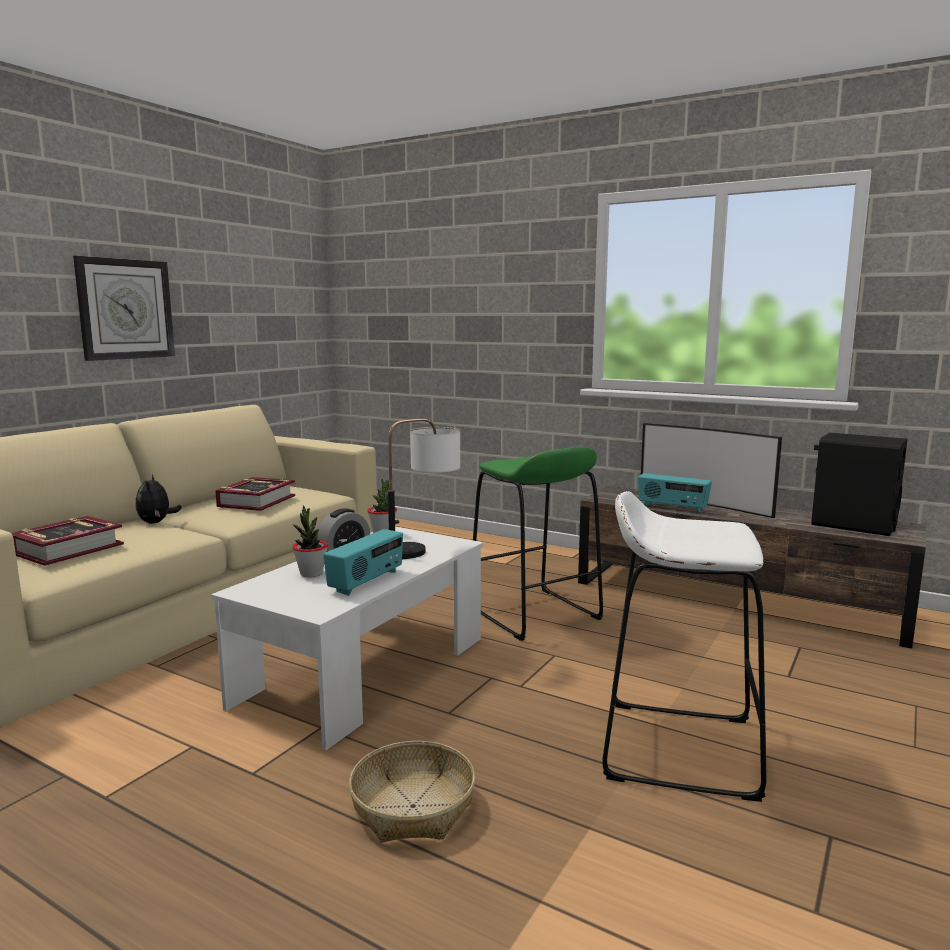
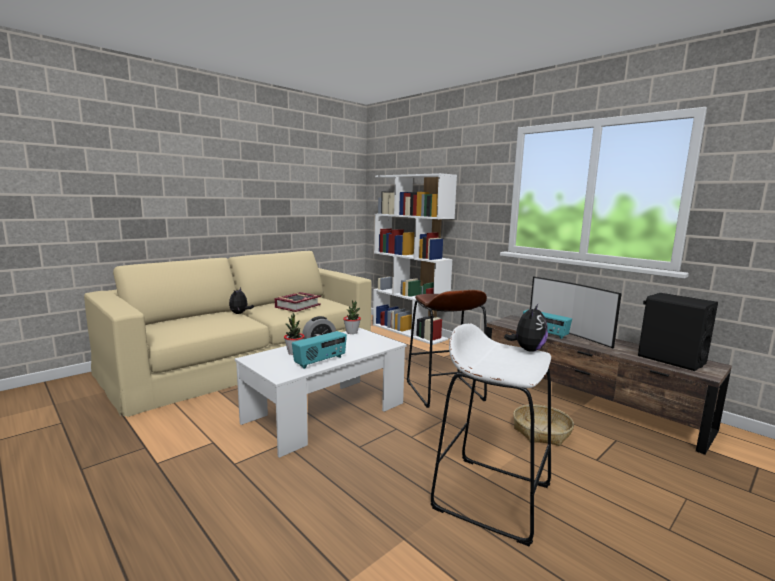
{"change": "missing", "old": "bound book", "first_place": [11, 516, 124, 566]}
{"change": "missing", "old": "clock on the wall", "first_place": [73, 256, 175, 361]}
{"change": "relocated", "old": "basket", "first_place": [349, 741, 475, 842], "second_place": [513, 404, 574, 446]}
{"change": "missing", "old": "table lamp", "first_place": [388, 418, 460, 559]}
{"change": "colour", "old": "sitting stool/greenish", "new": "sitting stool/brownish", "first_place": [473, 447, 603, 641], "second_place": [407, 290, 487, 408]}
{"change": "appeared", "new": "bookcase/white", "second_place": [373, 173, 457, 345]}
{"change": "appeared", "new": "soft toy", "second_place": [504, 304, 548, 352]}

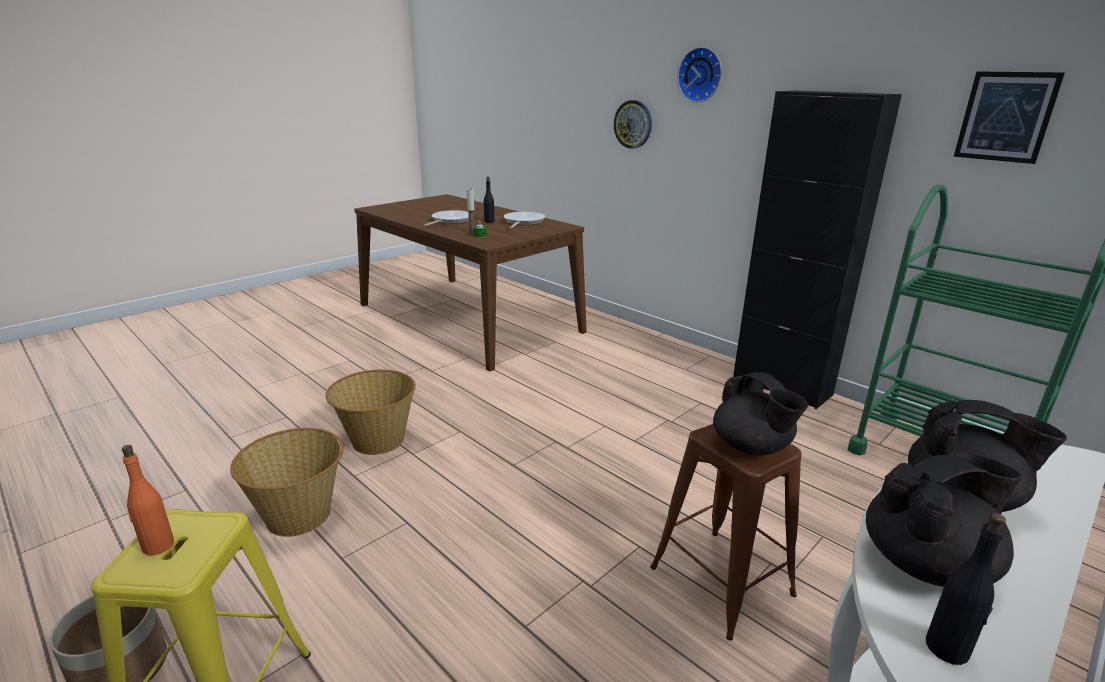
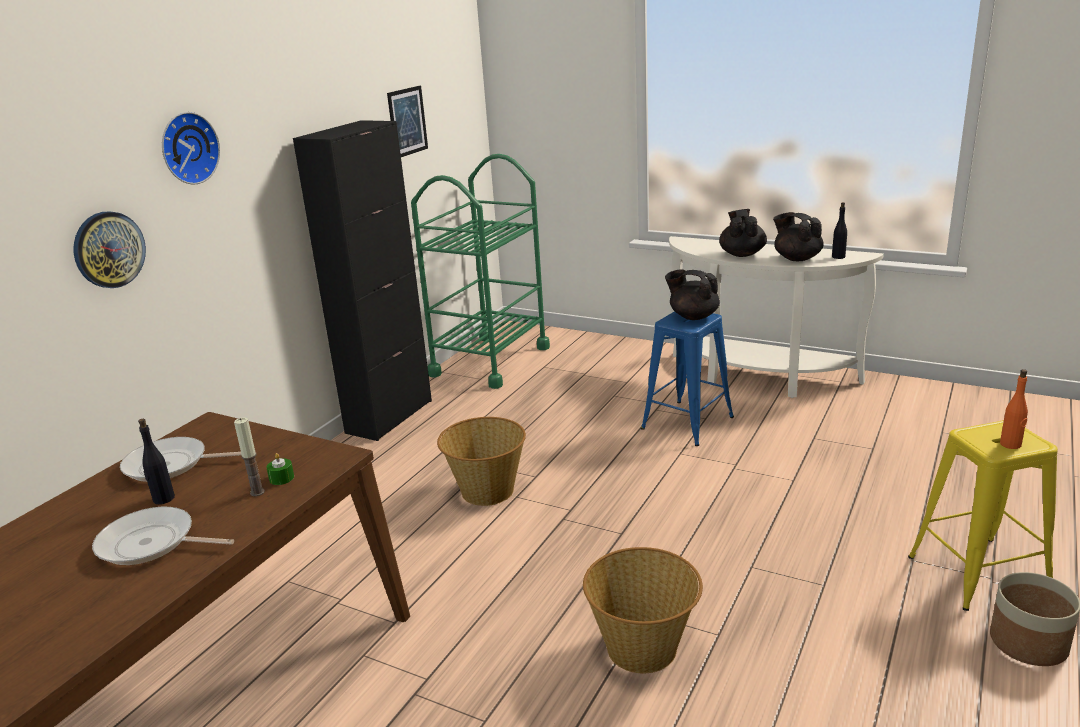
{"change": "relocated", "old": "basket", "first_place": [230, 428, 344, 537], "second_place": [437, 417, 526, 506]}
{"change": "colour", "old": "sitting stool/brownish", "new": "sitting stool/blue-coloured", "first_place": [650, 424, 802, 641], "second_place": [641, 311, 734, 446]}
{"change": "spun", "old": "pot for tea/black-coloured", "first_place": [713, 372, 808, 455], "second_place": [665, 269, 720, 320], "degrees": -105}

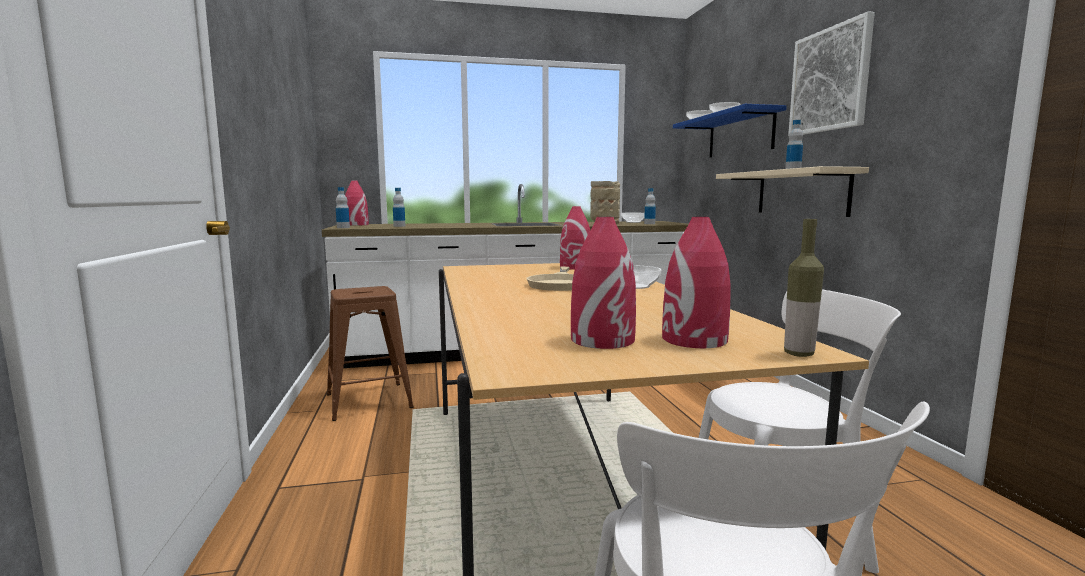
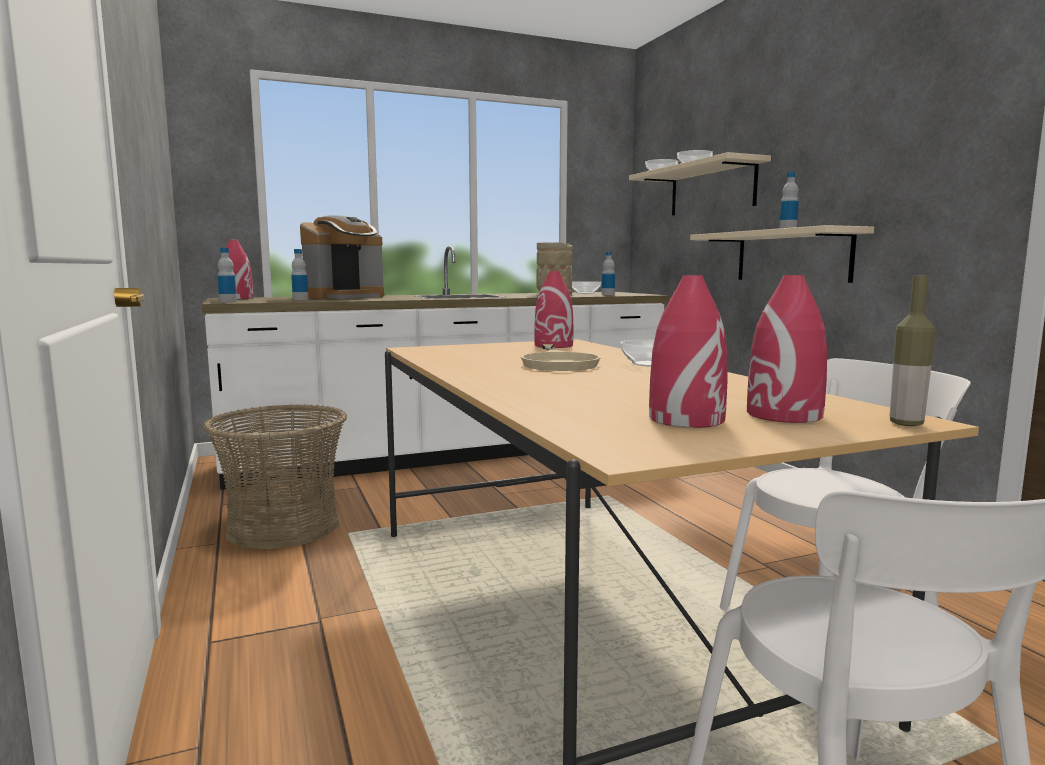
{"change": "exchanged", "old": "sitting stool/brownish", "new": "basket", "first_place": [327, 286, 414, 421], "second_place": [203, 404, 347, 549]}
{"change": "colour", "old": "wall shelf/blue-coloured", "new": "wall shelf/beige", "first_place": [673, 104, 787, 158], "second_place": [629, 152, 771, 216]}
{"change": "missing", "old": "picture", "first_place": [788, 11, 875, 136]}
{"change": "appeared", "new": "coffee brewer", "second_place": [300, 215, 384, 299]}

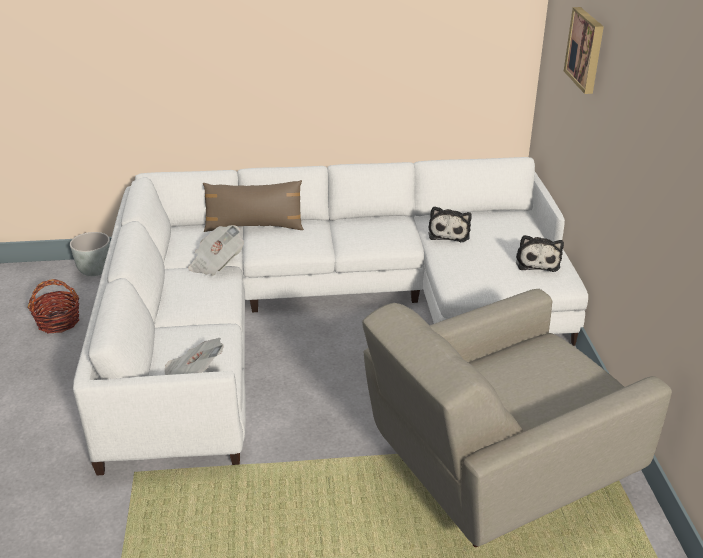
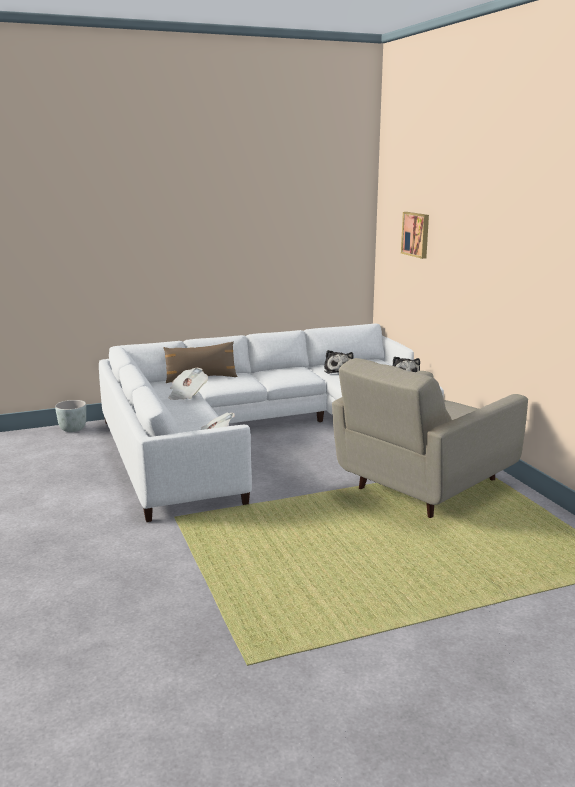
{"change": "missing", "old": "basket", "first_place": [28, 279, 80, 333]}

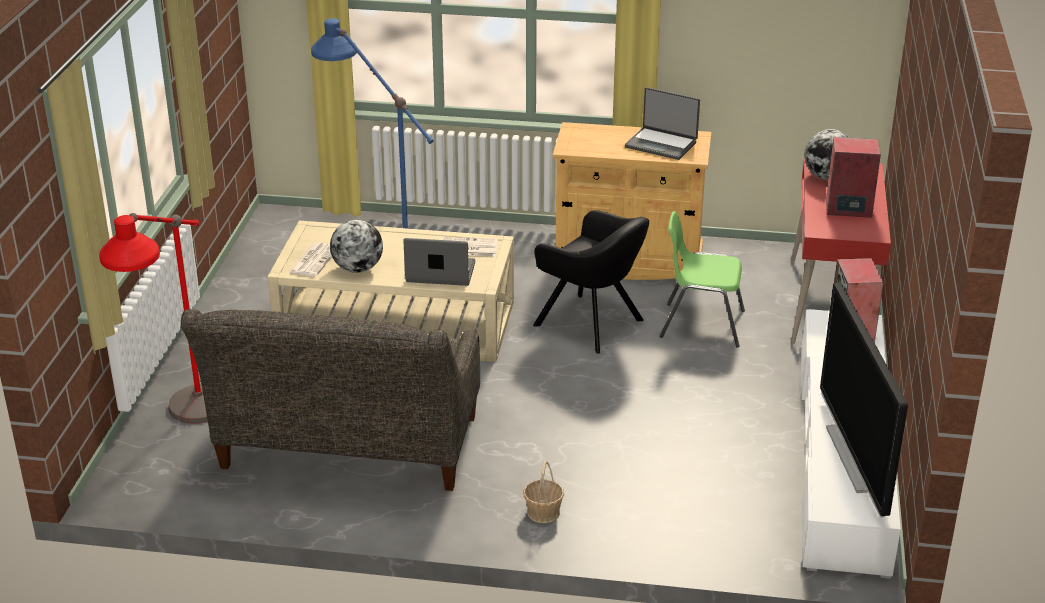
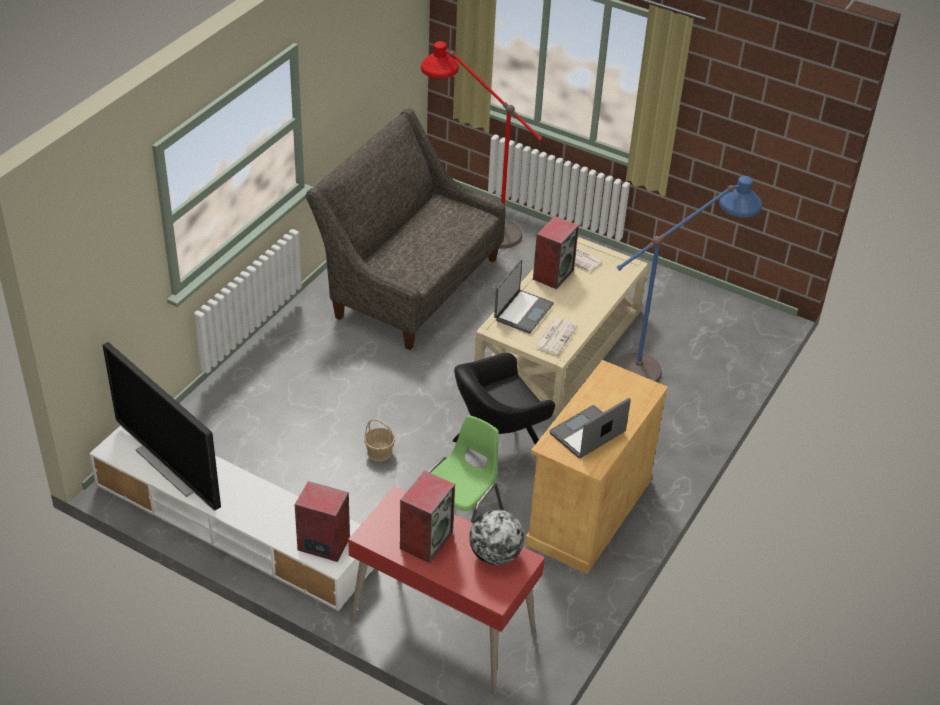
{"change": "exchanged", "old": "globe", "new": "audio speaker", "first_place": [330, 220, 383, 273], "second_place": [533, 216, 579, 289]}
{"change": "relocated", "old": "basket", "first_place": [523, 461, 564, 523], "second_place": [364, 418, 395, 462]}
{"change": "spun", "old": "television", "first_place": [820, 283, 908, 517], "second_place": [102, 342, 221, 511], "degrees": -150}

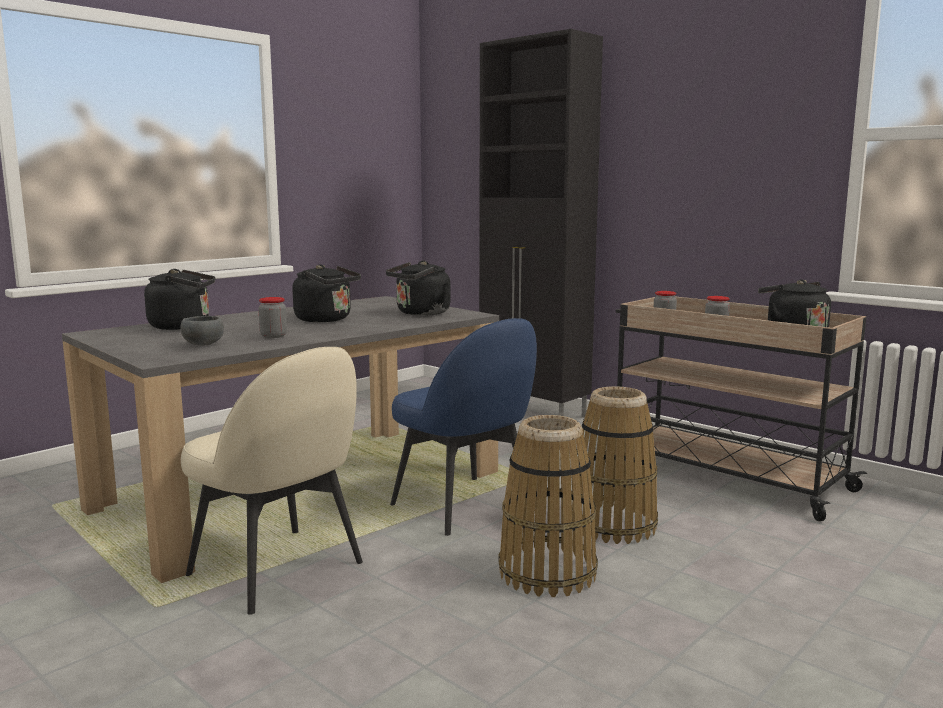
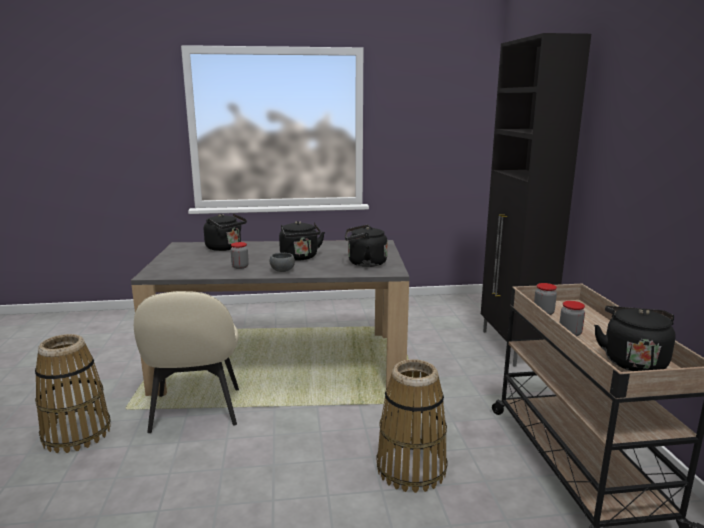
{"change": "relocated", "old": "serving bowl/grey", "first_place": [180, 316, 224, 346], "second_place": [270, 253, 295, 272]}
{"change": "missing", "old": "upright chair/blue-coloured", "first_place": [390, 318, 537, 536]}
{"change": "relocated", "old": "basket", "first_place": [498, 415, 598, 597], "second_place": [35, 334, 111, 453]}

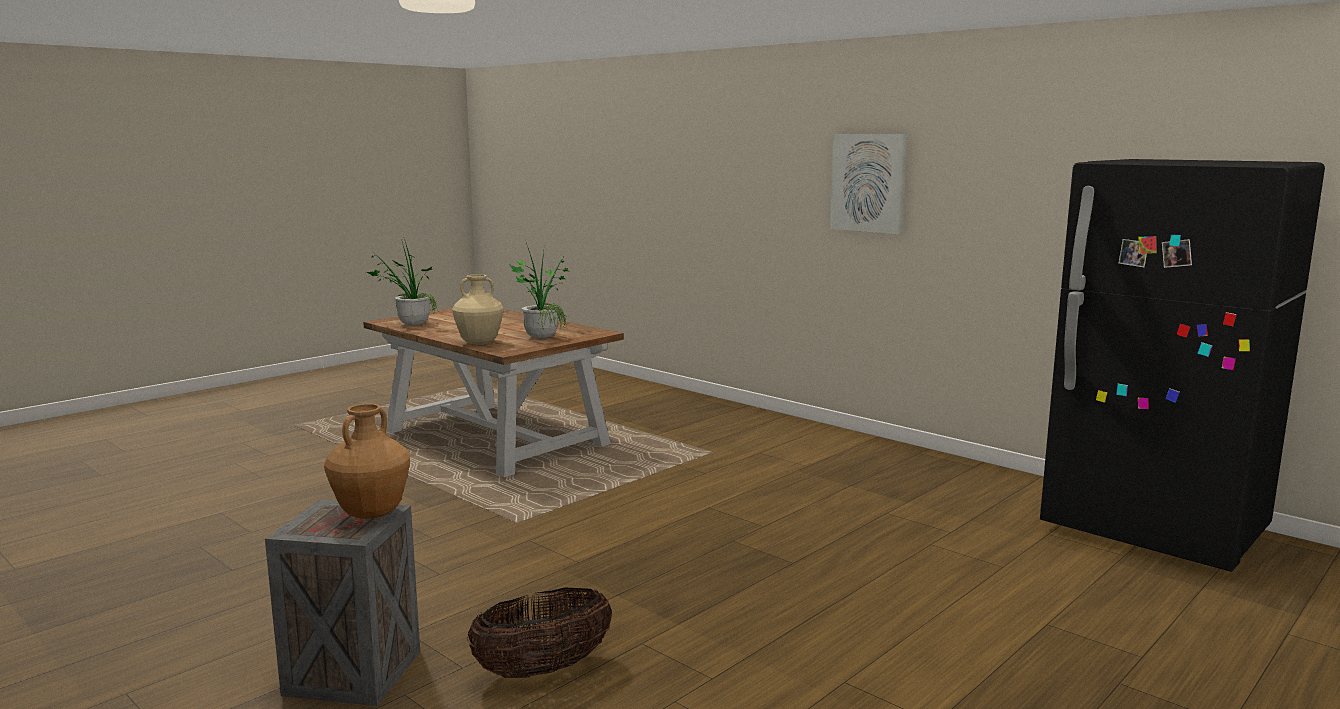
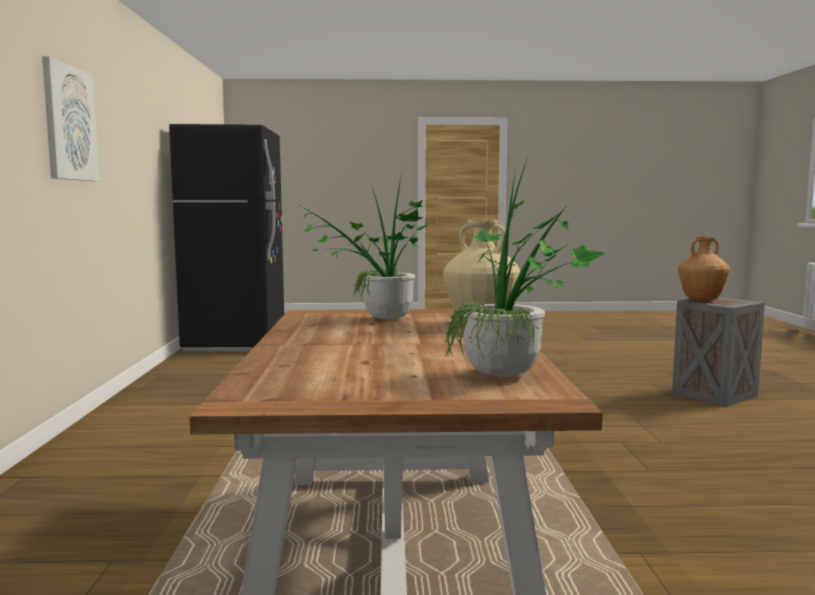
{"change": "missing", "old": "basket", "first_place": [467, 588, 612, 678]}

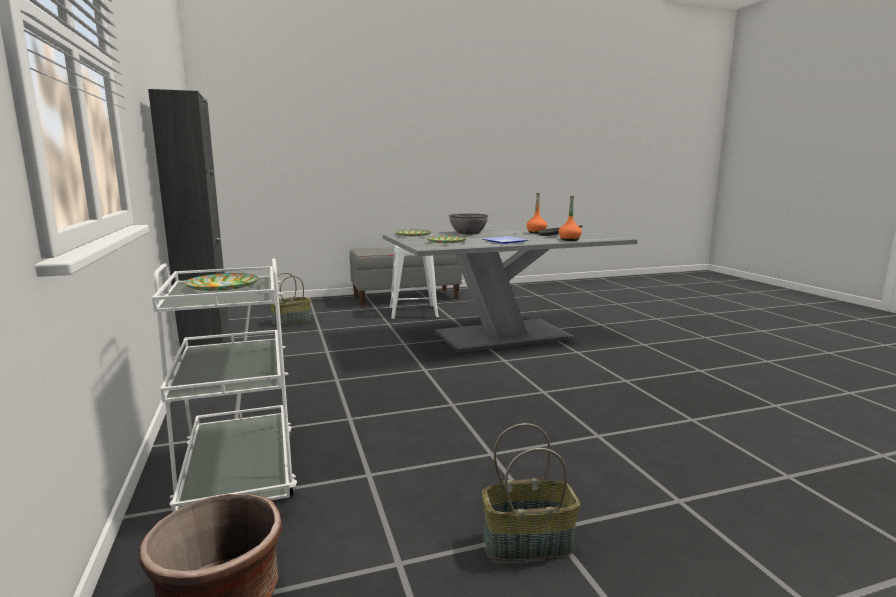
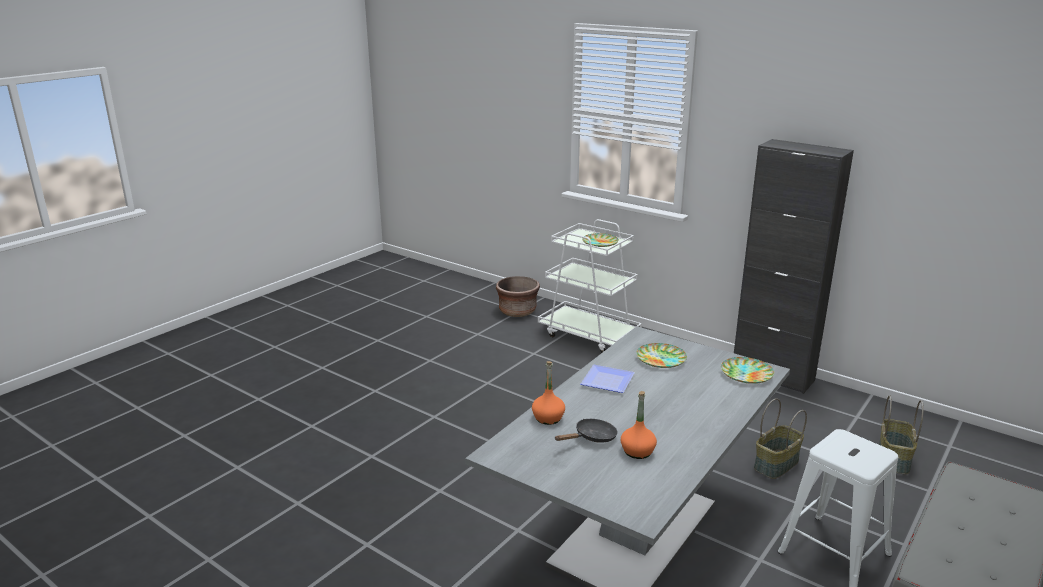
{"change": "missing", "old": "serving bowl/grey", "first_place": [449, 213, 488, 234]}
{"change": "relocated", "old": "basket", "first_place": [482, 423, 580, 561], "second_place": [754, 398, 807, 479]}

